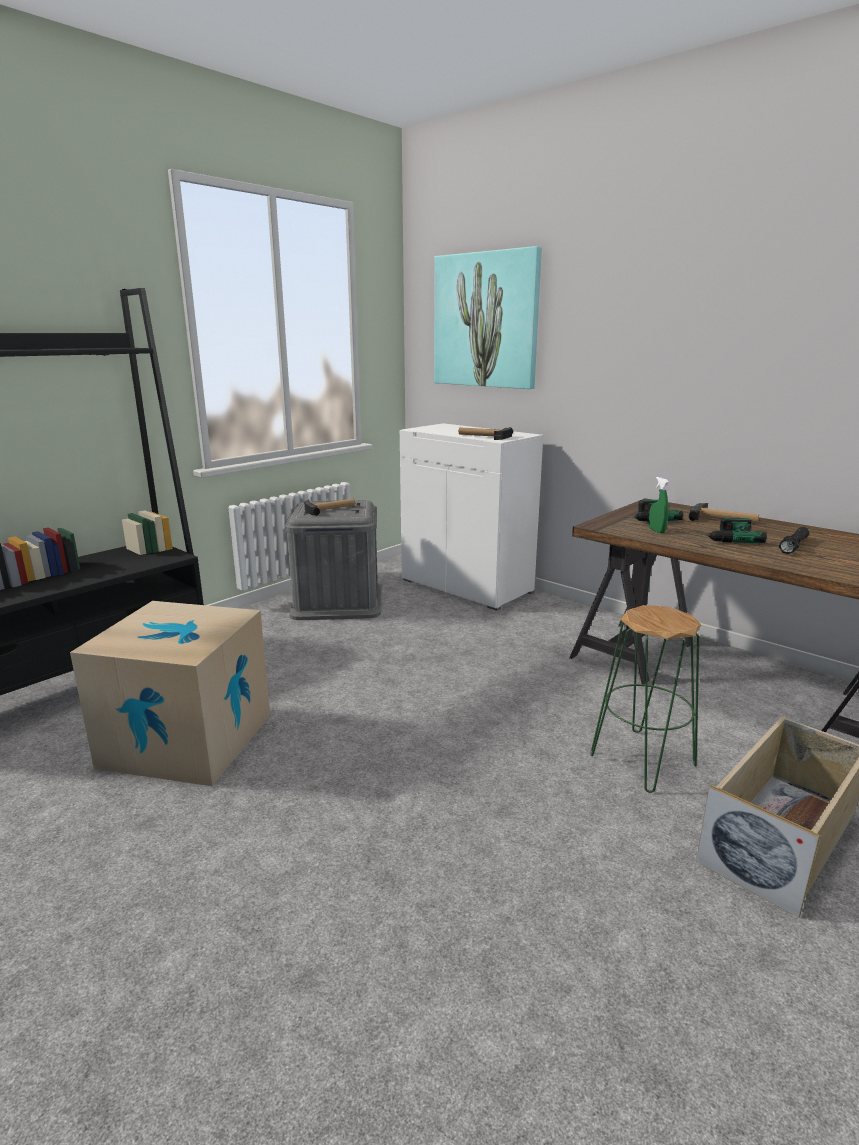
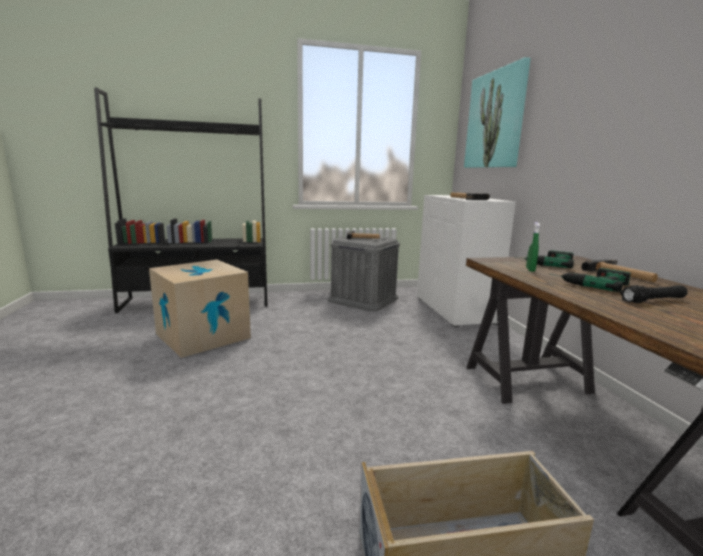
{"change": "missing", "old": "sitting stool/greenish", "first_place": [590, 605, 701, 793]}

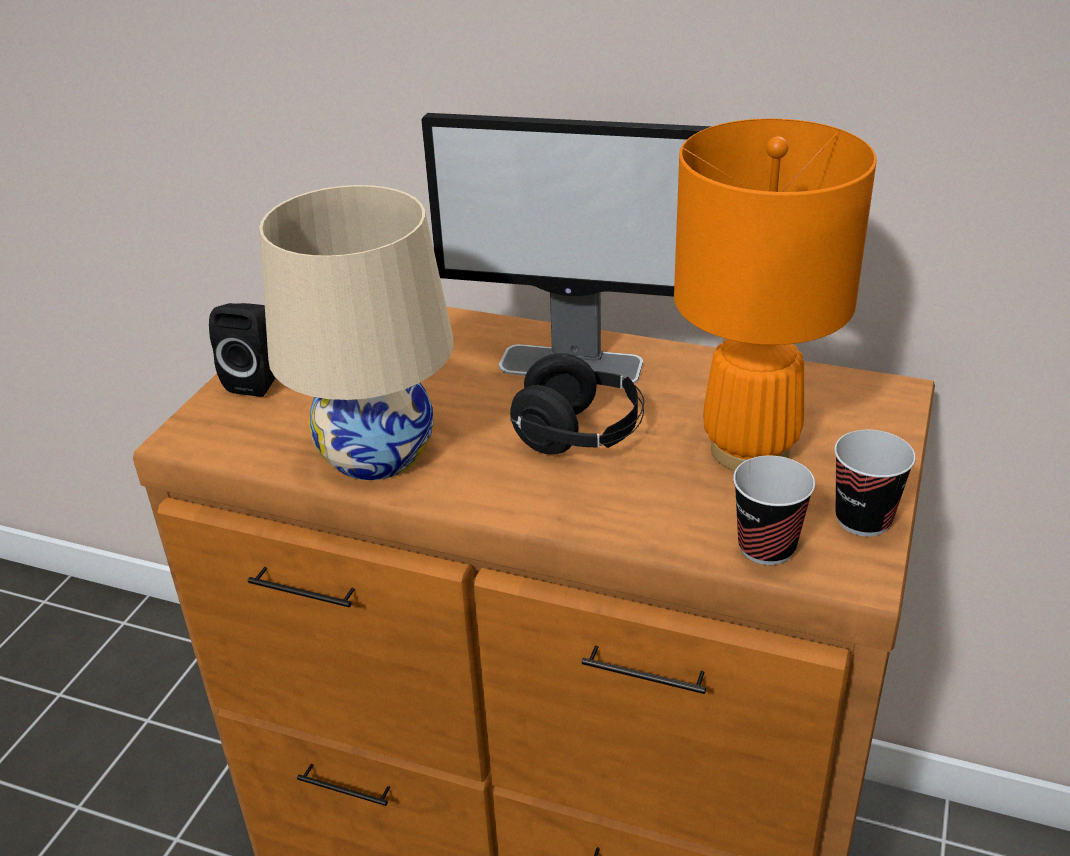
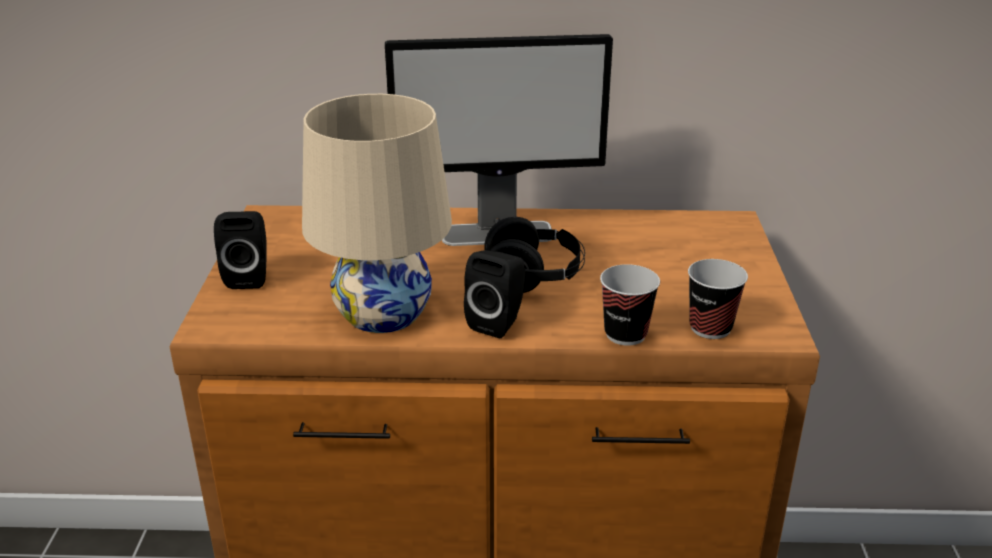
{"change": "missing", "old": "table lamp/orangey", "first_place": [674, 119, 877, 471]}
{"change": "relocated", "old": "drinking cup", "first_place": [834, 430, 916, 536], "second_place": [600, 264, 660, 346]}
{"change": "appeared", "new": "audio speaker/black-coloured", "second_place": [464, 250, 525, 339]}

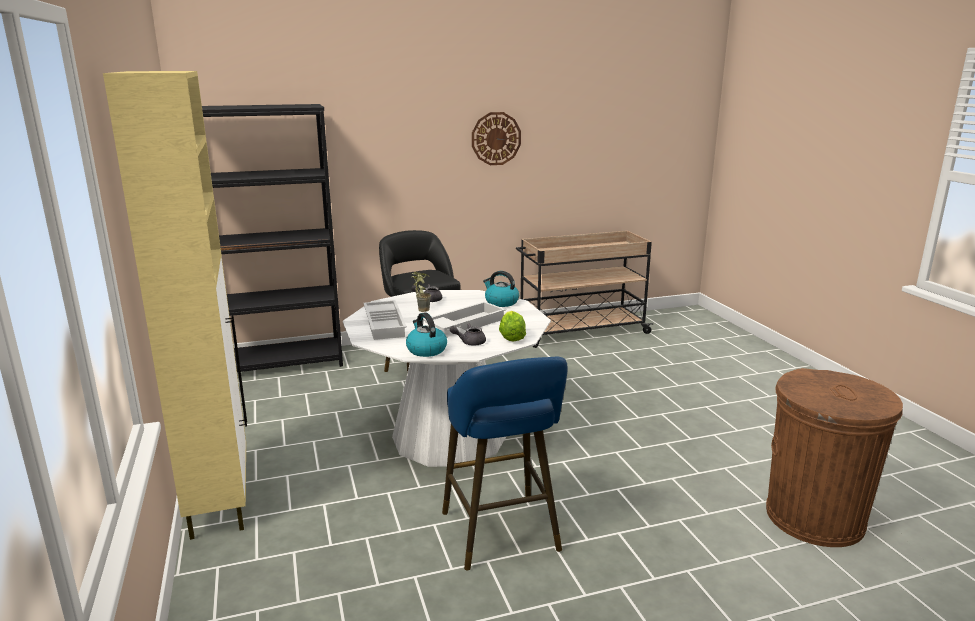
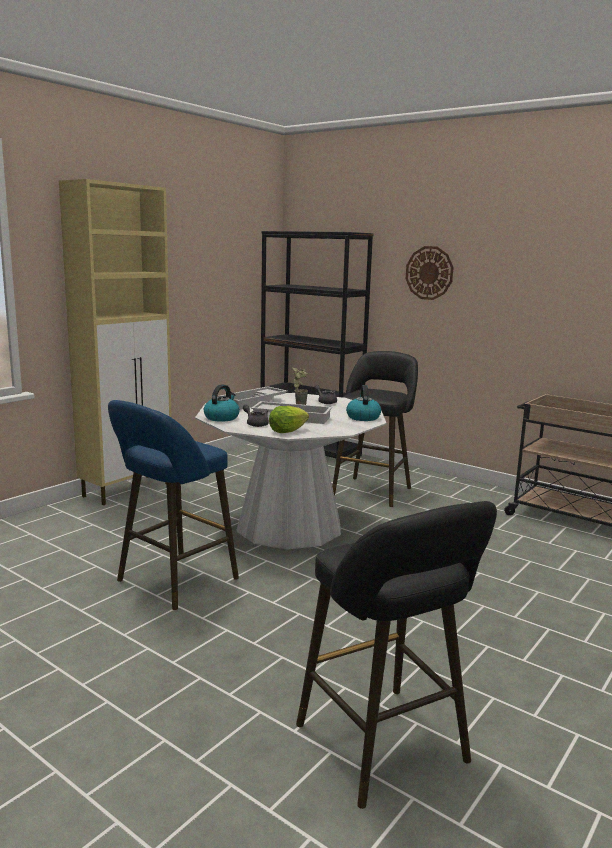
{"change": "relocated", "old": "clock on the wall", "first_place": [472, 112, 521, 165], "second_place": [406, 246, 454, 300]}
{"change": "exchanged", "old": "waste bin/brownish", "new": "sitting stool/black-coloured", "first_place": [766, 368, 903, 547], "second_place": [296, 501, 497, 809]}

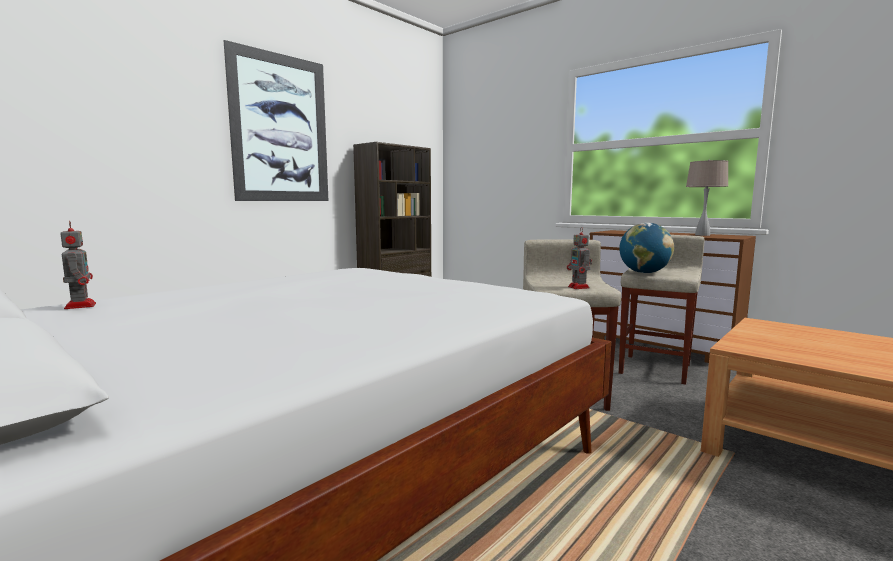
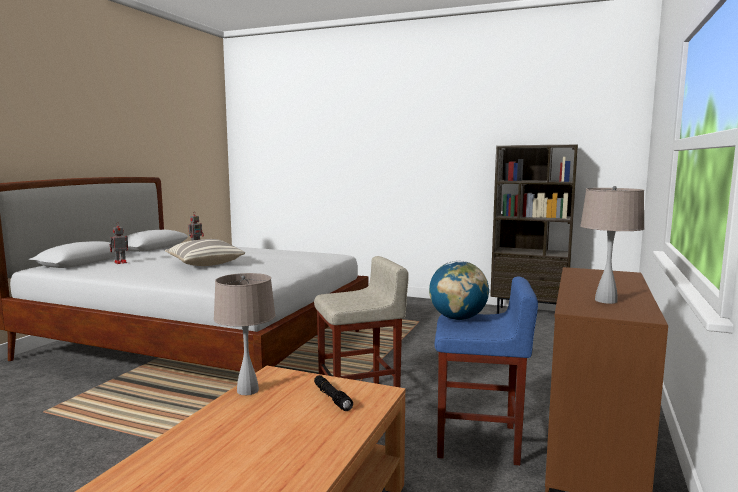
{"change": "missing", "old": "picture", "first_place": [223, 40, 328, 201]}
{"change": "relocated", "old": "model robot", "first_place": [567, 227, 592, 289], "second_place": [109, 222, 128, 264]}
{"change": "colour", "old": "sitting stool/beige", "new": "sitting stool/blue-coloured", "first_place": [619, 235, 704, 385], "second_place": [435, 277, 538, 465]}
{"change": "appeared", "new": "throw pillow", "second_place": [165, 239, 245, 266]}
{"change": "appeared", "new": "table lamp/beige", "second_place": [214, 273, 276, 395]}
{"change": "appeared", "new": "torch/black-coloured", "second_place": [314, 375, 353, 411]}

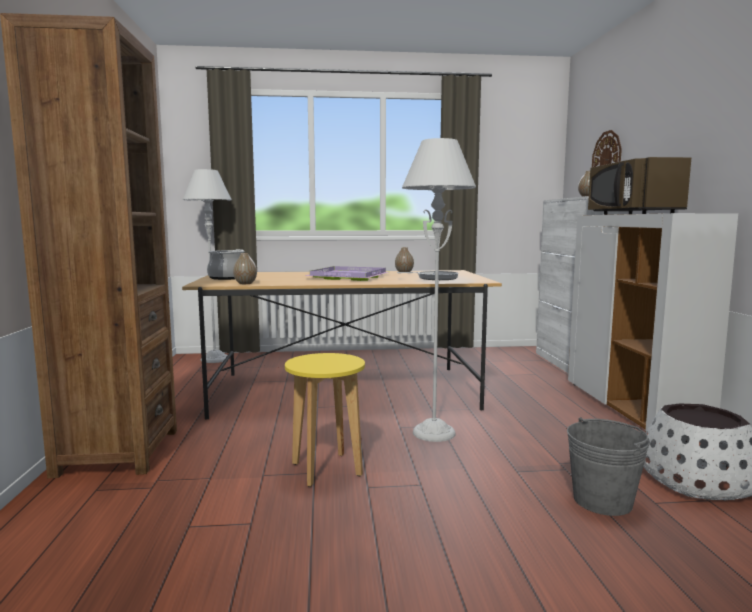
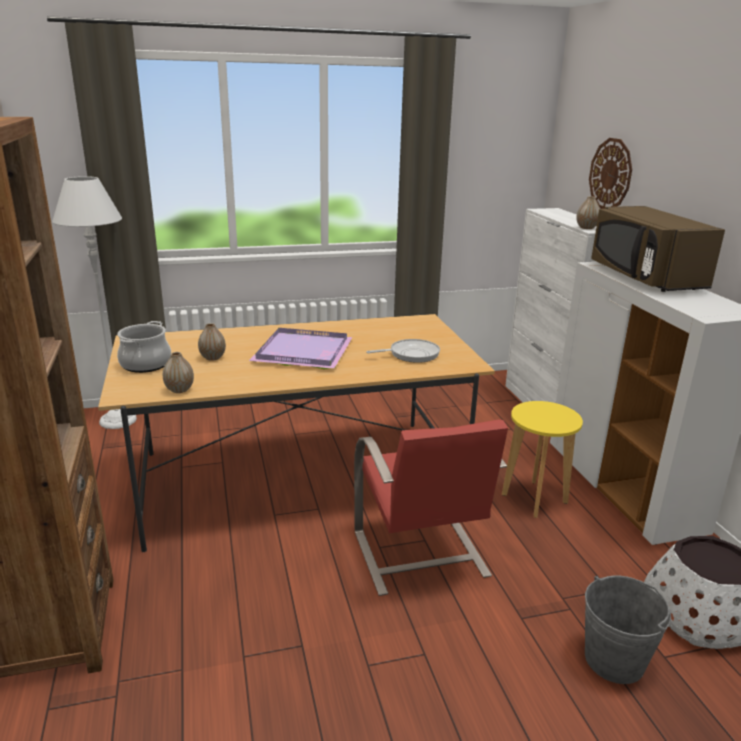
{"change": "relocated", "old": "sitting stool/yellow-coloured", "first_place": [285, 353, 365, 487], "second_place": [502, 401, 583, 518]}
{"change": "relocated", "old": "vase", "first_place": [395, 247, 414, 272], "second_place": [198, 323, 226, 361]}
{"change": "exchanged", "old": "standing lamp/grey", "new": "upright chair/red-coloured", "first_place": [402, 138, 476, 442], "second_place": [354, 419, 508, 596]}

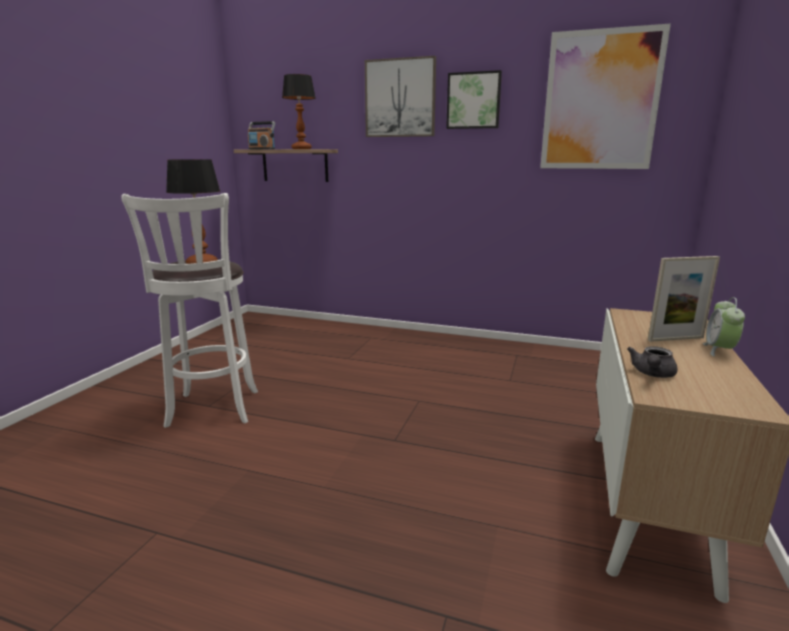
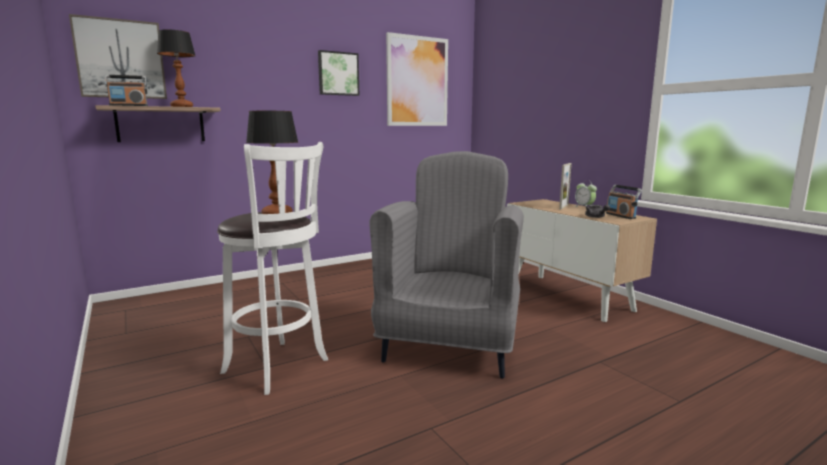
{"change": "relocated", "old": "picture", "first_place": [365, 56, 436, 137], "second_place": [69, 14, 167, 99]}
{"change": "appeared", "new": "lounge chair/grey", "second_place": [370, 151, 524, 379]}
{"change": "appeared", "new": "radio receiver", "second_place": [606, 185, 642, 219]}

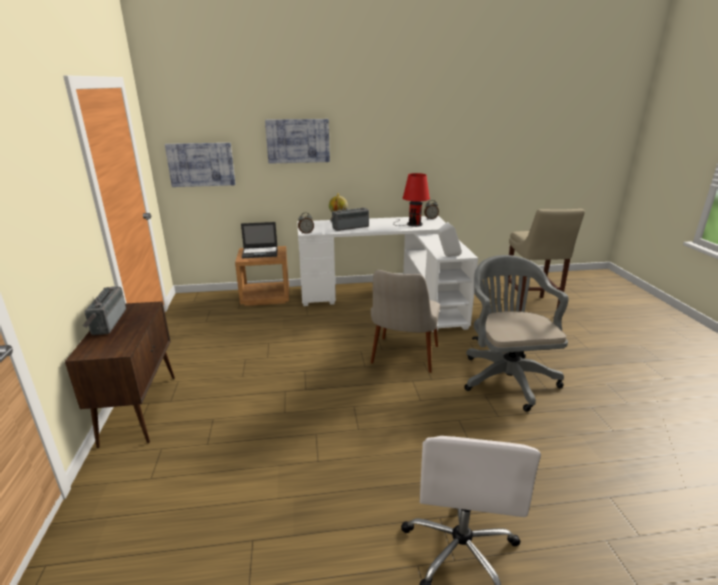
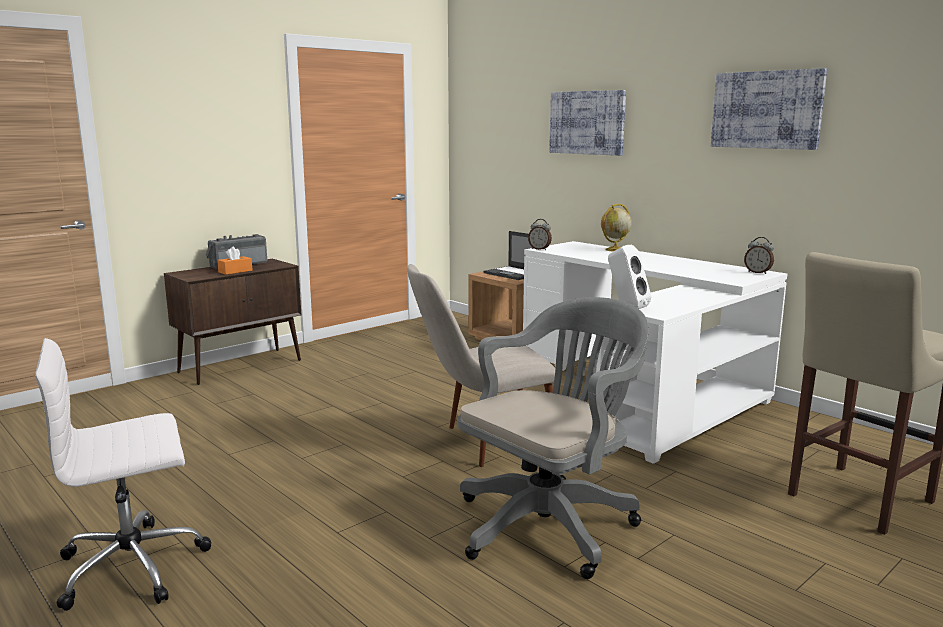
{"change": "relocated", "old": "picture", "first_place": [165, 143, 235, 187], "second_place": [711, 68, 827, 150]}
{"change": "missing", "old": "radio receiver", "first_place": [330, 207, 369, 231]}
{"change": "missing", "old": "table lamp/red-coloured", "first_place": [394, 173, 430, 227]}
{"change": "appeared", "new": "box of tissues/orangey", "second_place": [217, 247, 252, 275]}

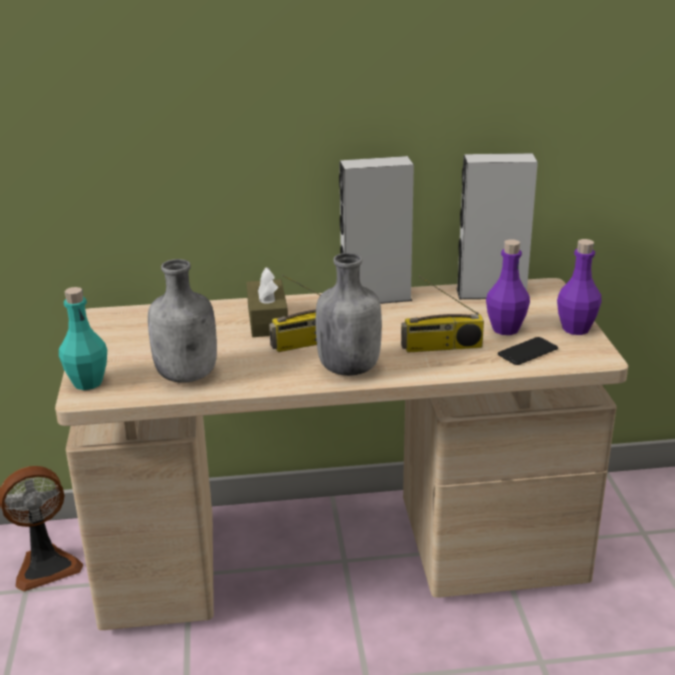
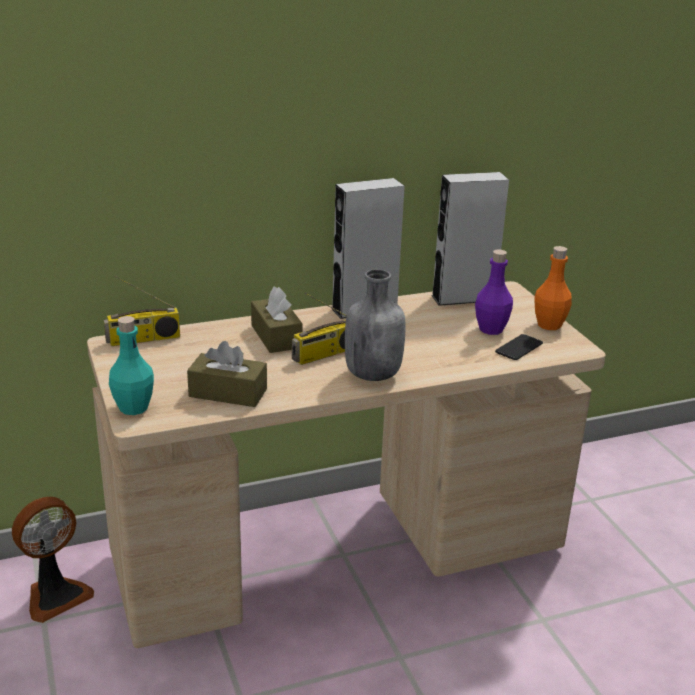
{"change": "exchanged", "old": "drink bottle/grey", "new": "box of tissues/brownish", "first_place": [148, 259, 217, 383], "second_place": [187, 341, 267, 407]}
{"change": "relocated", "old": "radio receiver", "first_place": [401, 276, 484, 353], "second_place": [104, 276, 180, 346]}
{"change": "colour", "old": "drink bottle/purplish", "new": "drink bottle/orangey", "first_place": [557, 239, 602, 335], "second_place": [535, 246, 572, 330]}

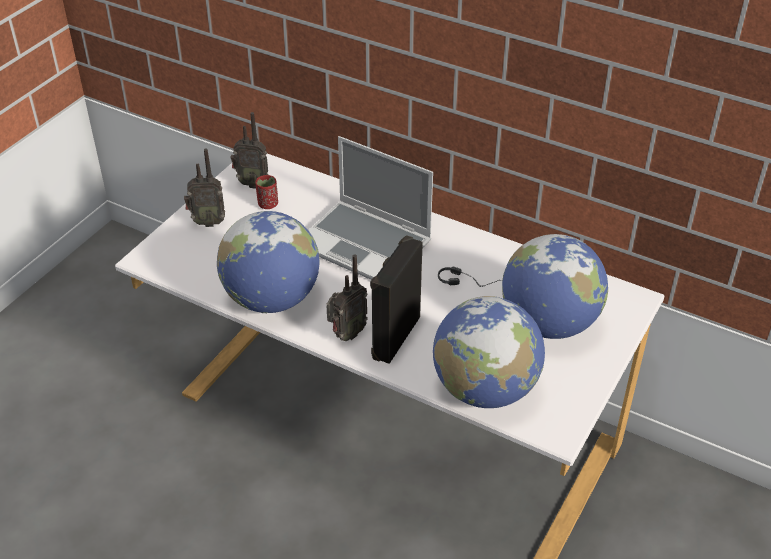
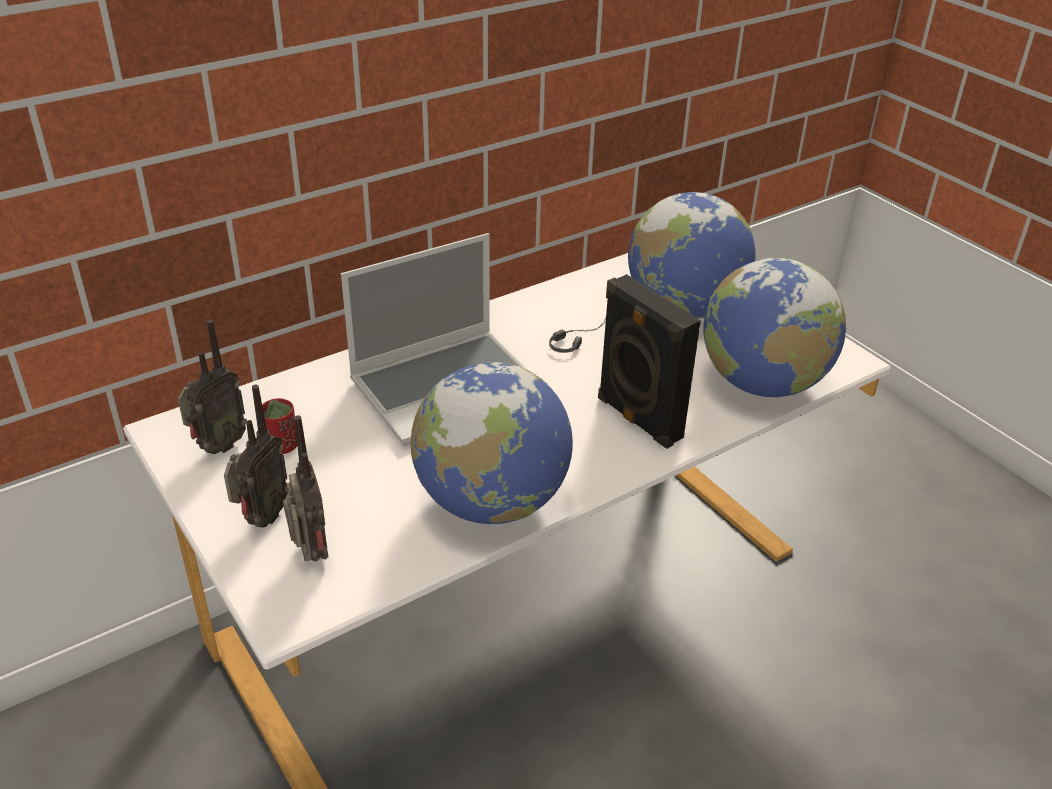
{"change": "relocated", "old": "radio receiver", "first_place": [326, 254, 368, 341], "second_place": [283, 415, 329, 561]}

